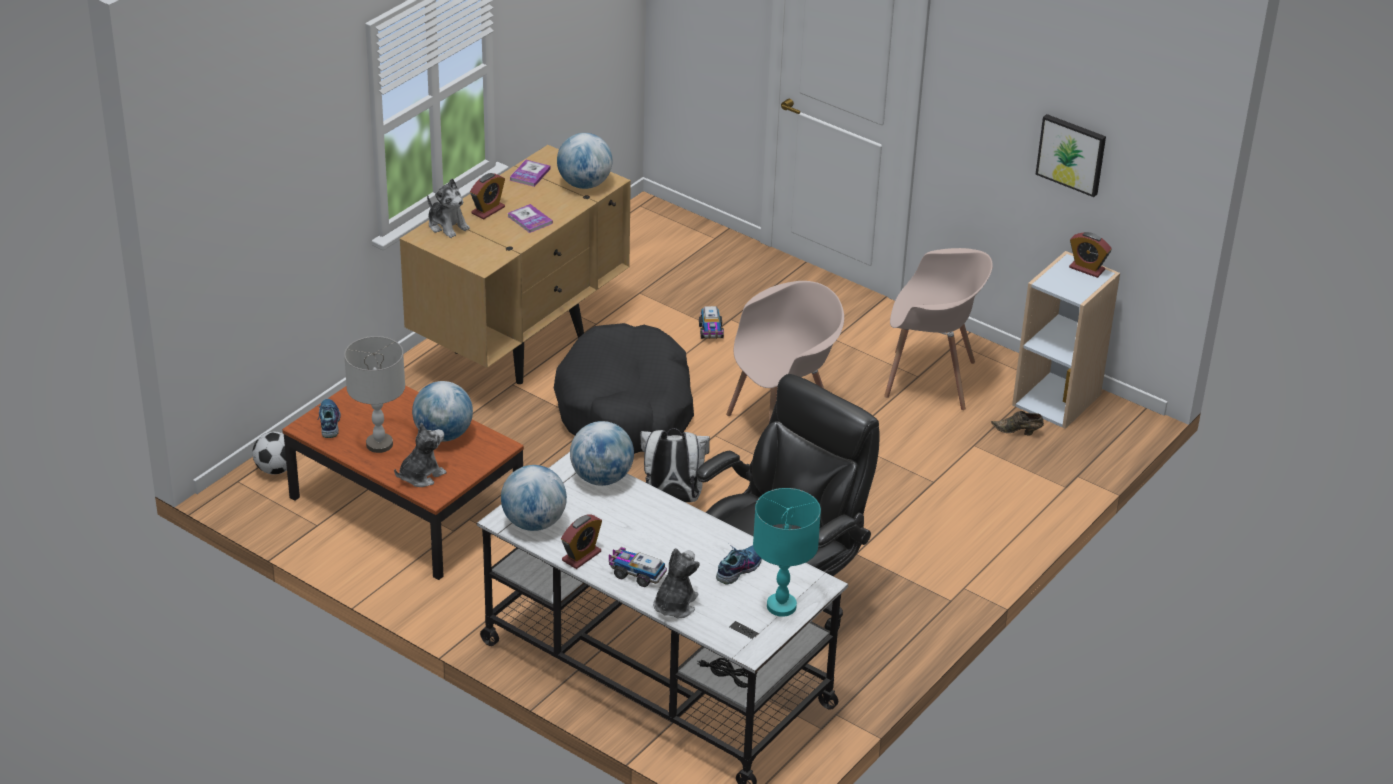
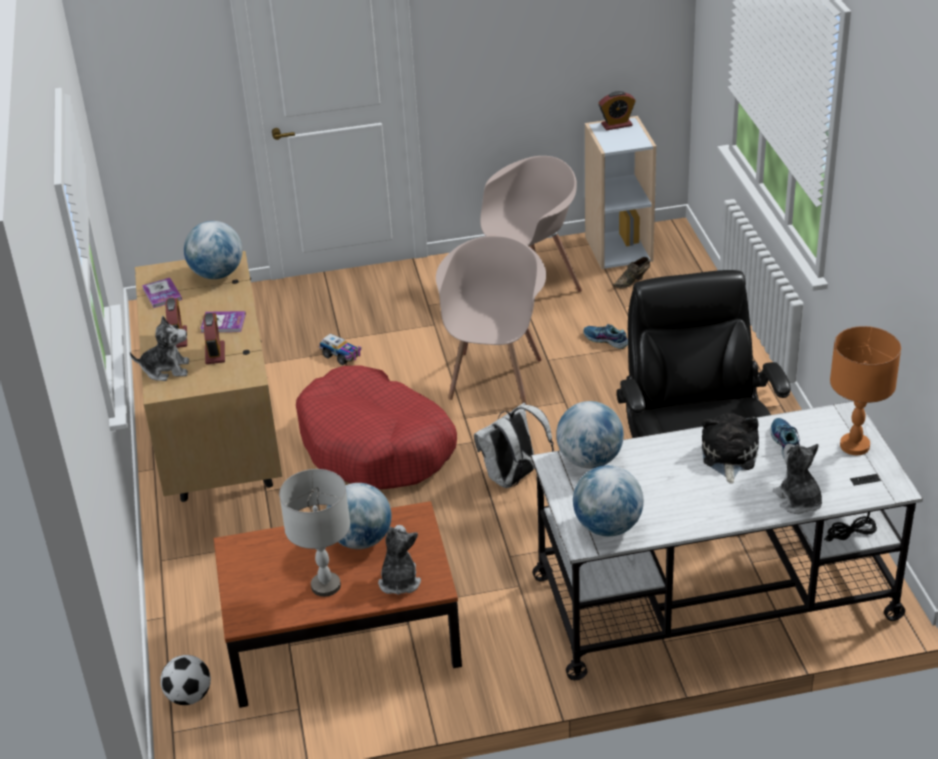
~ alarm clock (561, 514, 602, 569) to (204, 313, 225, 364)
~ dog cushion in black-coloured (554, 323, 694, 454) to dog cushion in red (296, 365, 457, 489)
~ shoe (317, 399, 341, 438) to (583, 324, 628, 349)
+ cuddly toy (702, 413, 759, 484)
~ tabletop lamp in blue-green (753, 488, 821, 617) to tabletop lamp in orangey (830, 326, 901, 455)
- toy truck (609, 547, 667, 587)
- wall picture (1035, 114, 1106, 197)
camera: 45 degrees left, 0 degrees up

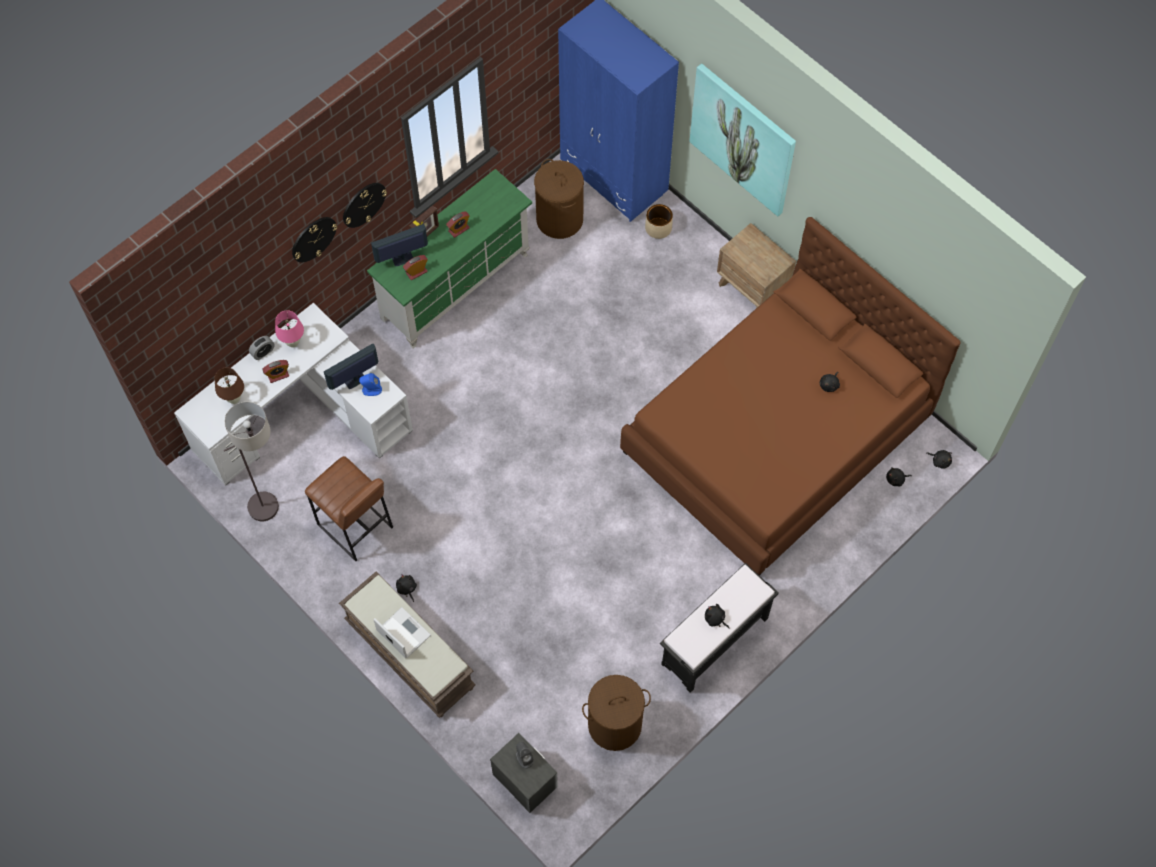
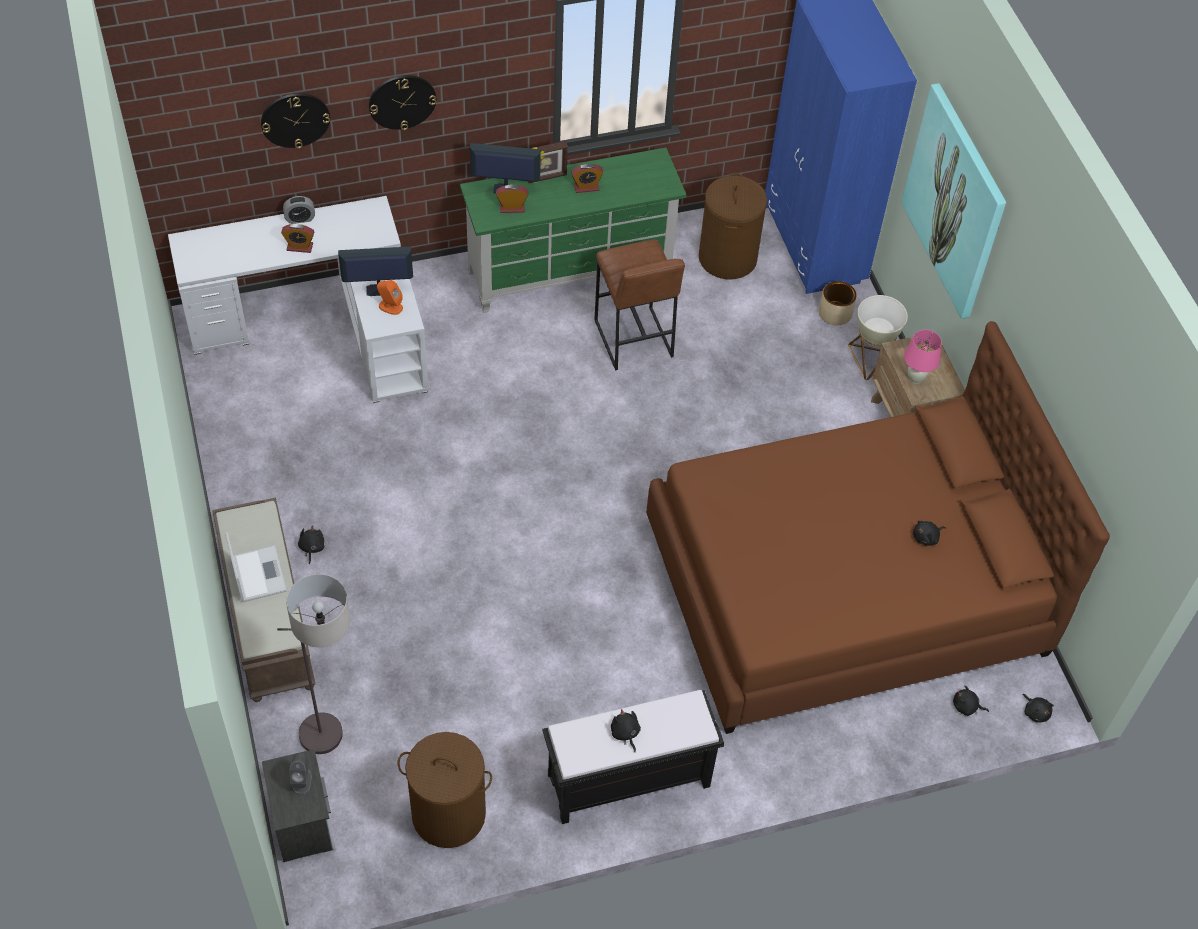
~ wall clock (343, 183, 387, 228) to (261, 93, 330, 149)
~ standing lamp in grey (224, 402, 279, 521) to (277, 574, 350, 754)
~ loudspeaker in blue-coloured (359, 373, 382, 396) to loudspeaker in orangey (377, 280, 403, 315)
~ stool in brown (305, 456, 393, 561) to (594, 240, 685, 371)
+ flower pot (848, 295, 908, 380)
~ tabletop lamp in pink-coloured (275, 310, 304, 348) to (904, 330, 942, 384)
- tabletop lamp in brown (214, 367, 244, 404)
camera: 25 degrees right, 10 degrees down

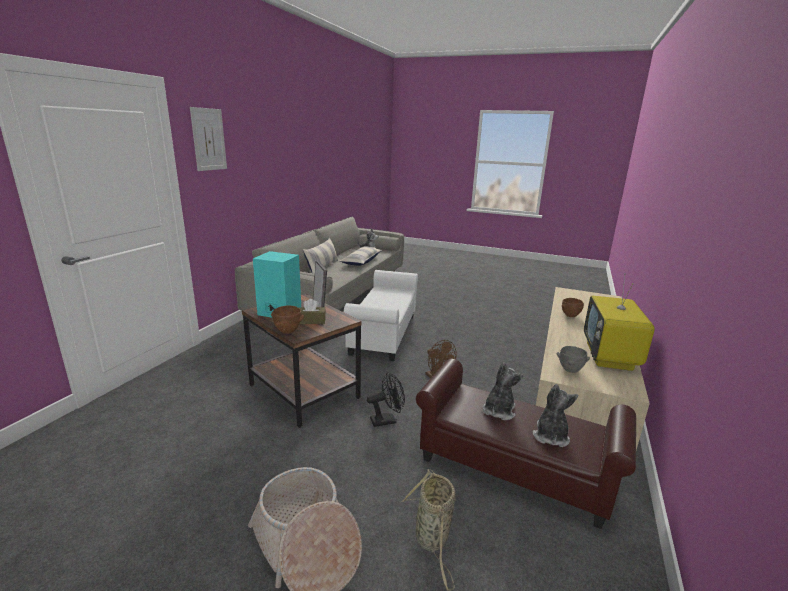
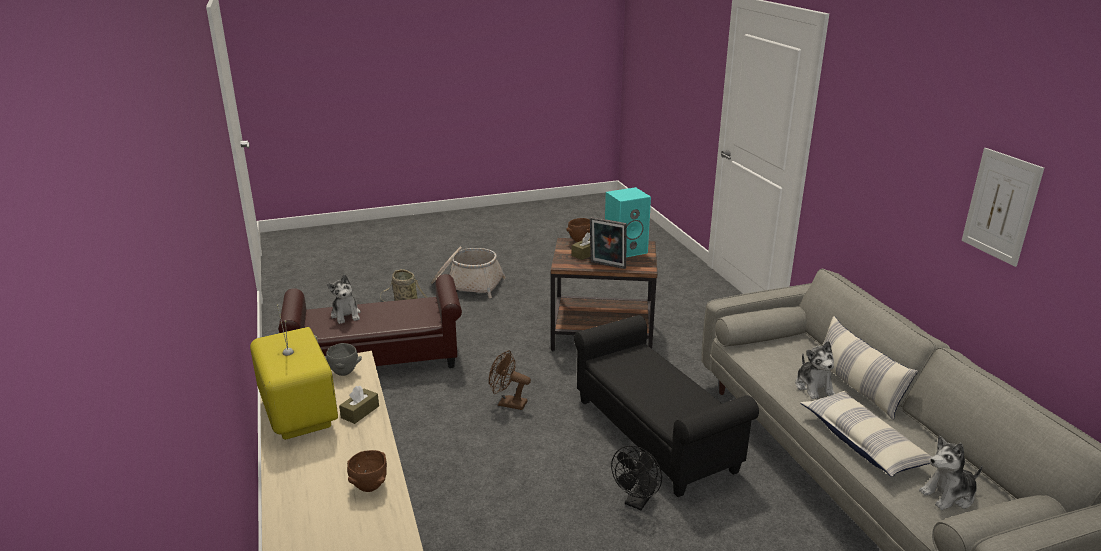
+ box of tissues in brown (339, 386, 379, 424)
~ ottoman in white-coloured (344, 270, 418, 361) to ottoman in black-coloured (574, 315, 759, 497)
~ fan in black-coloured (367, 372, 405, 427) to (611, 446, 662, 510)
~ cuddly toy (483, 362, 523, 420) to (795, 341, 835, 399)
~ wall picture (190, 107, 227, 171) to (962, 148, 1044, 267)
camera: 140 degrees right, 5 degrees up

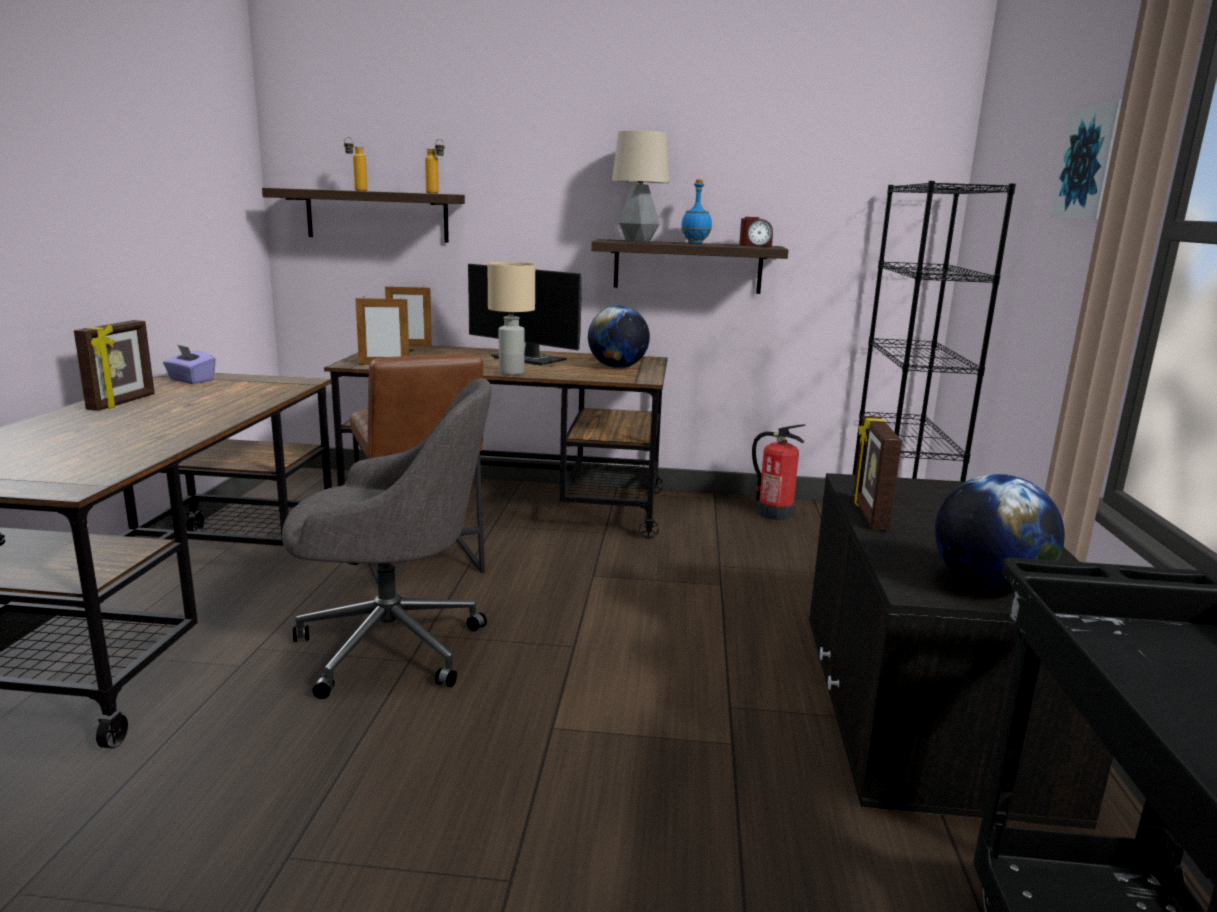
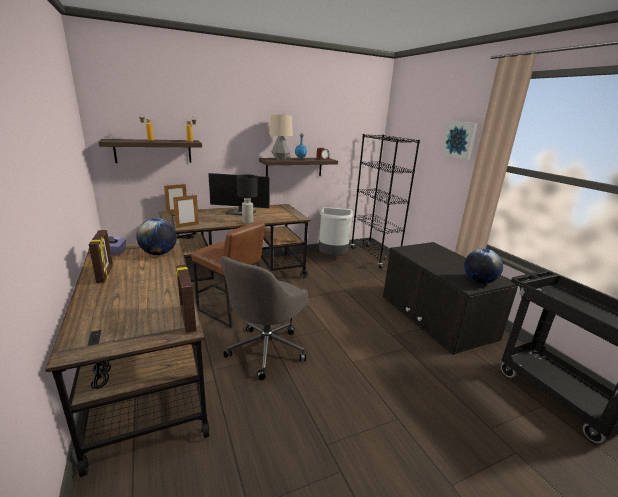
~ desk globe (588, 306, 650, 368) to (136, 218, 177, 255)
~ standing frame (853, 416, 902, 530) to (175, 264, 197, 333)
~ computer chair in grey (282, 378, 491, 699) = (221, 256, 308, 380) 150 degrees clockwise
~ tabletop lamp in sand-coloured (488, 262, 535, 375) to tabletop lamp in black-coloured (237, 174, 258, 224)
~ fire-fighting cylinder (752, 424, 806, 520) to waste bin in grey (319, 207, 353, 255)
camera: 30 degrees left, 5 degrees up

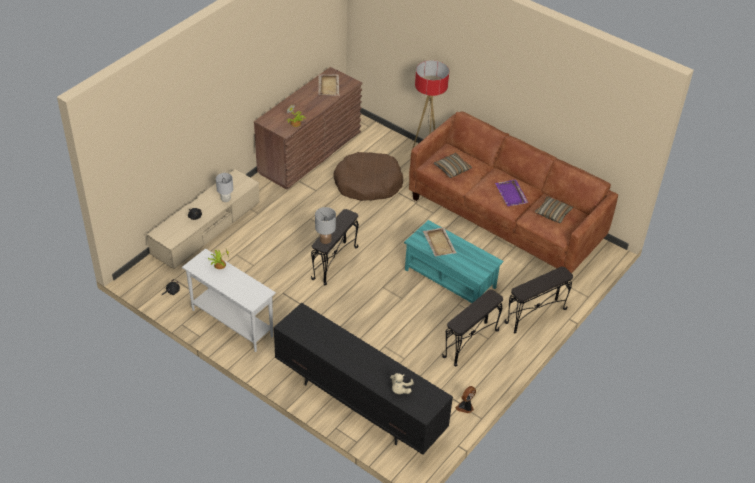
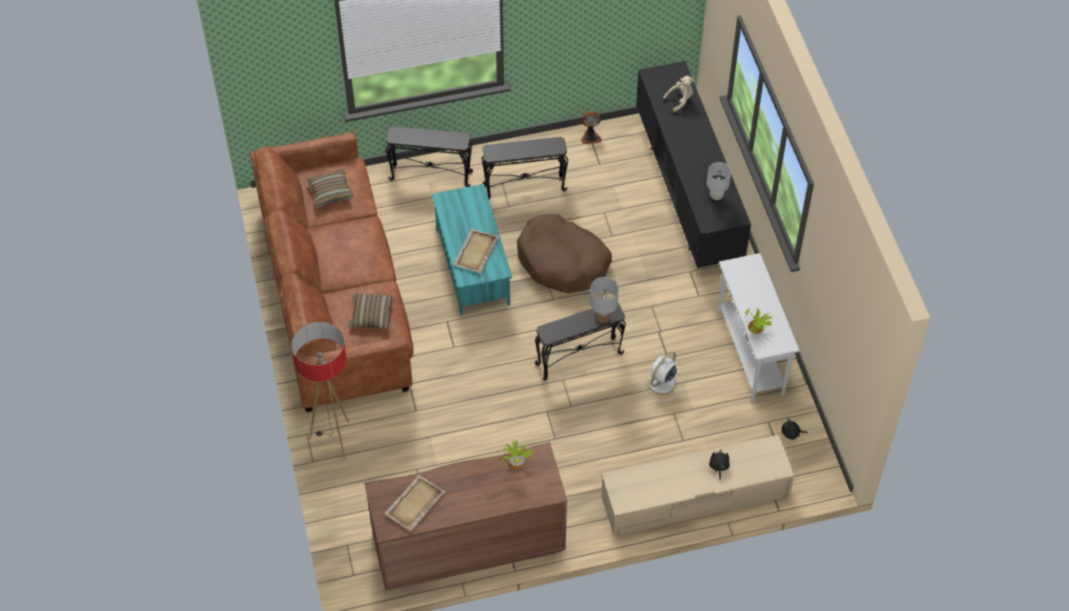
~ dog cushion in brown (333, 152, 403, 201) to (517, 214, 612, 294)
+ fan in white-coloured (642, 351, 680, 401)
~ tabletop lamp in grey (216, 173, 233, 202) to (707, 162, 731, 200)
- carrying tray in purplish (495, 179, 528, 206)
camera: 140 degrees left, 10 degrees up

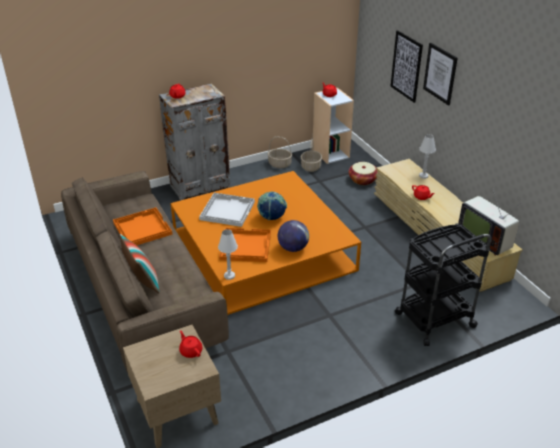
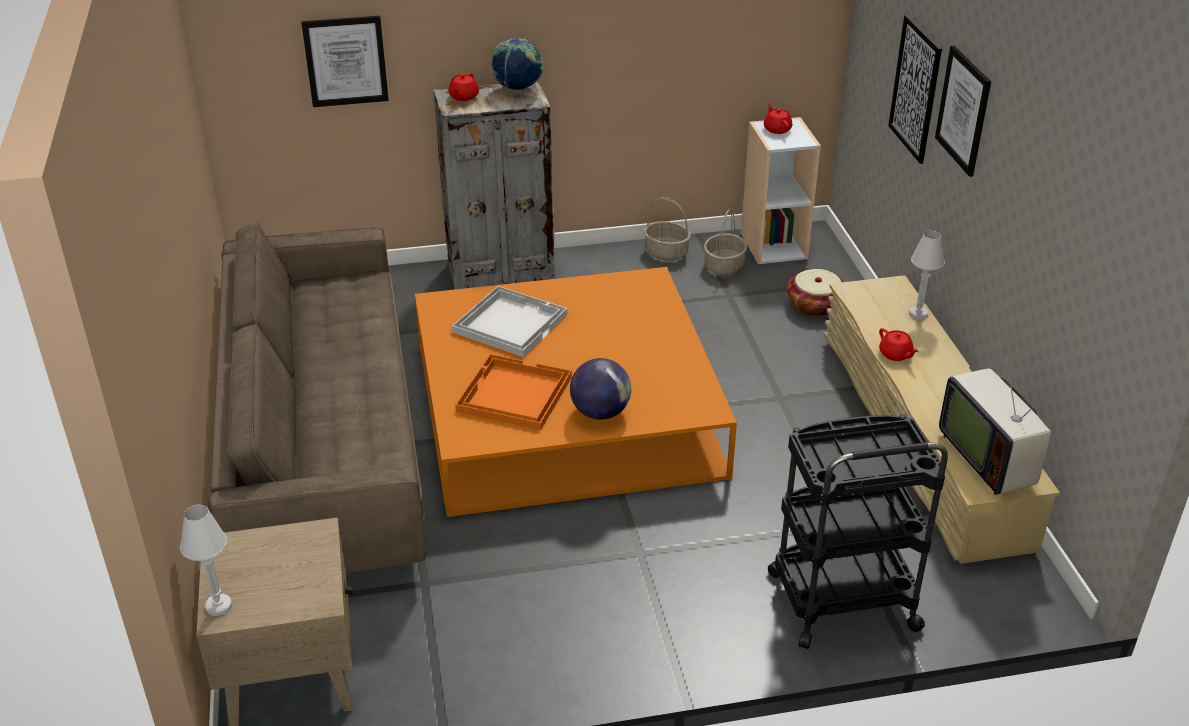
~ tabletop lamp in white-coloured (218, 229, 238, 280) to (180, 505, 232, 616)
+ wall picture (301, 16, 389, 107)
~ desk globe (257, 191, 287, 220) to (491, 38, 543, 91)
- carrying tray in orangey (113, 207, 173, 246)
- cushion (120, 234, 160, 293)
- pot for tea in red (179, 330, 203, 358)
camera: 15 degrees right, 0 degrees up

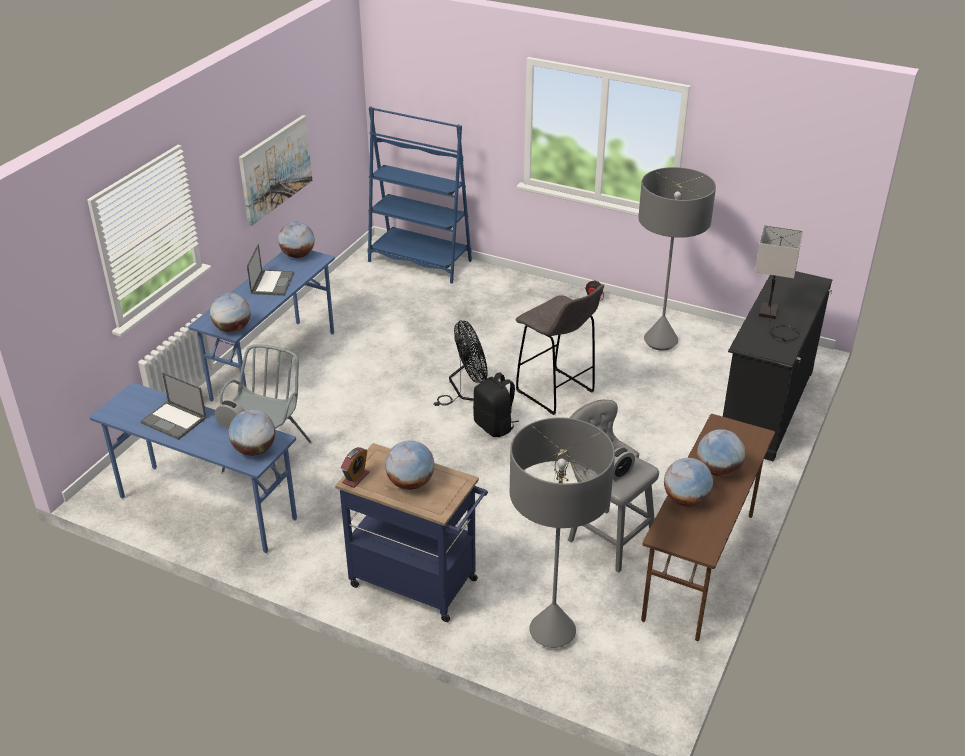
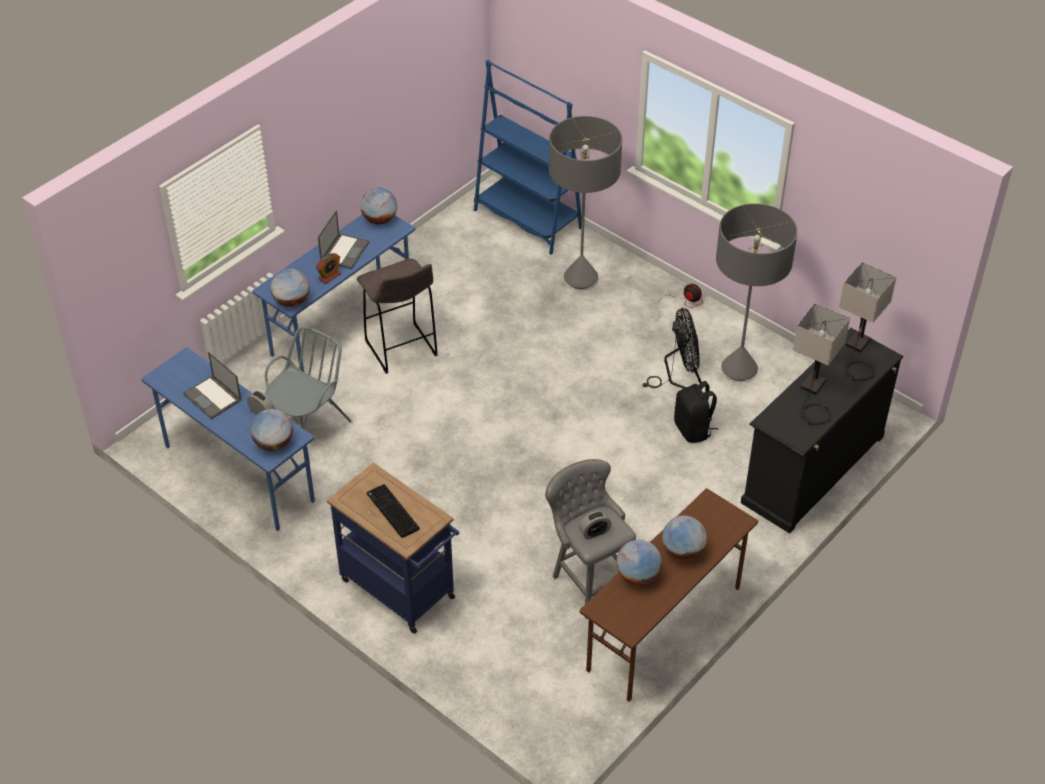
~ alarm clock (341, 447, 369, 488) to (316, 253, 341, 284)
~ stool in grey (515, 284, 604, 415) to (357, 259, 438, 374)
~ desk globe (385, 440, 434, 490) to PC keyboard (367, 484, 420, 538)
~ standing lamp in grey (510, 417, 615, 648) to (549, 116, 622, 289)
~ fan in black-coloured (434, 320, 488, 406) to (642, 308, 701, 389)
~ backpack in black-coloured (473, 372, 519, 437) to (674, 381, 718, 443)
+ tabletop lamp (839, 262, 896, 381)
- wall picture (239, 115, 312, 226)
camera: 15 degrees right, 10 degrees up

